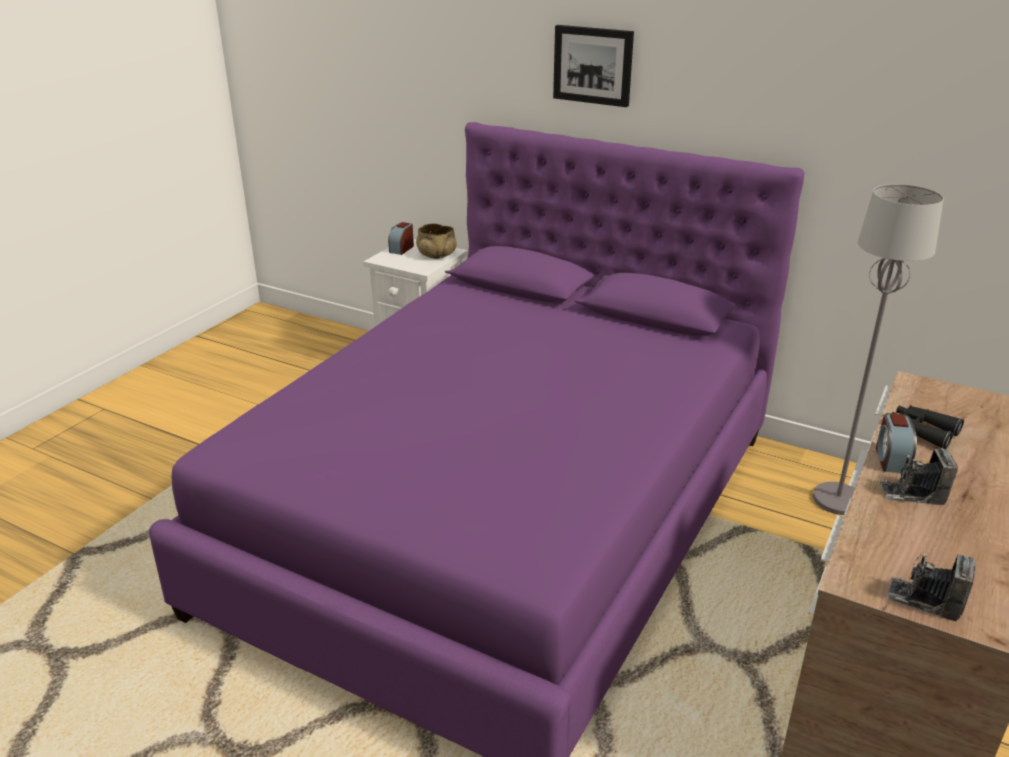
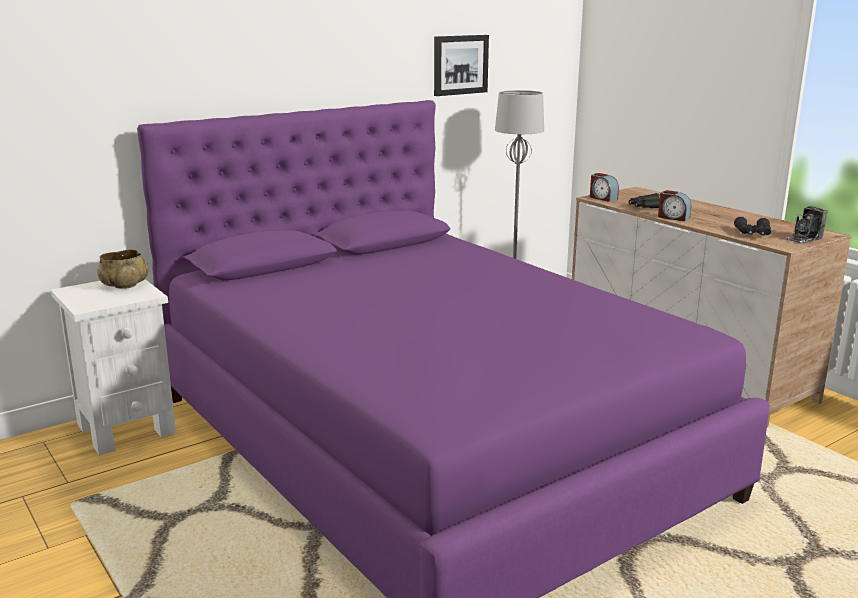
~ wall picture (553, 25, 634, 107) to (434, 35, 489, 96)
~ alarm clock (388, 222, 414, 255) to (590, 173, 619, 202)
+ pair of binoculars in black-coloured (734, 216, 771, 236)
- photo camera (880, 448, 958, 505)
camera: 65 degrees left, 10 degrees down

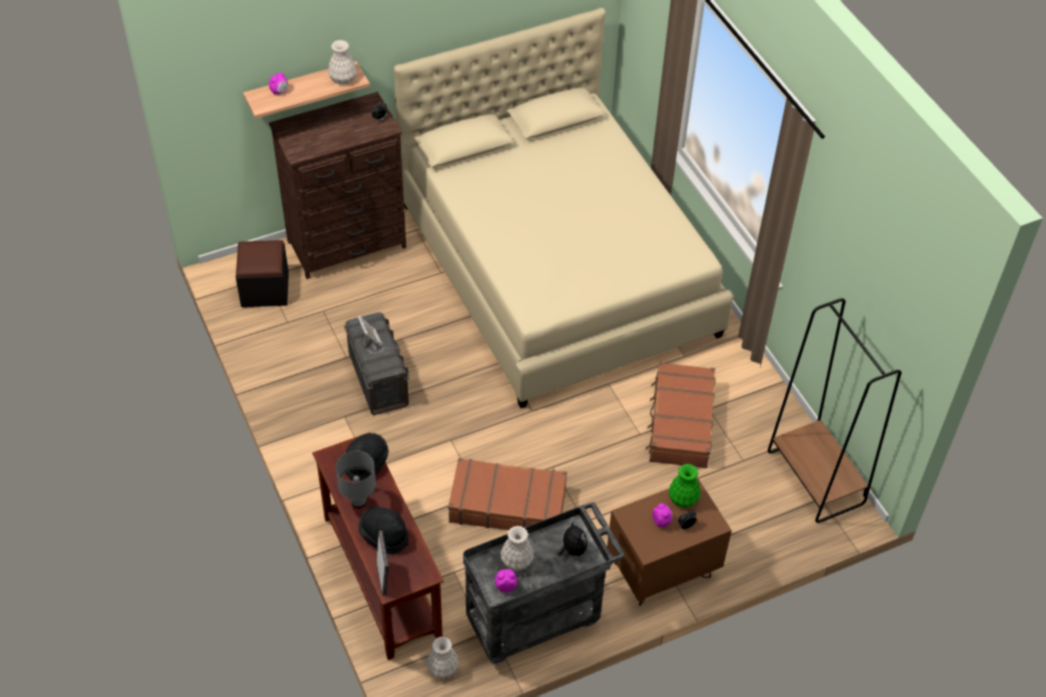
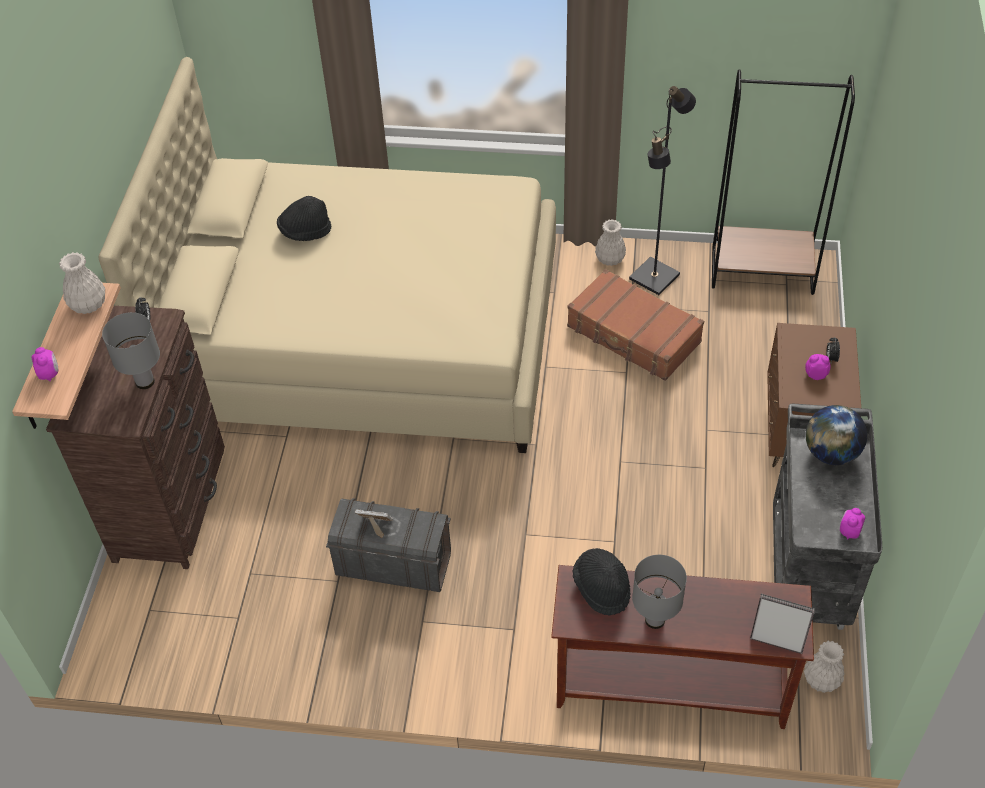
+ tabletop lamp in grey (102, 312, 160, 389)
~ clothing hat in black-coloured (359, 507, 409, 554) to (277, 196, 331, 241)
~ vase in white-coloured (500, 526, 534, 571) to (595, 219, 626, 266)
+ standing lamp in black-coloured (629, 86, 696, 295)
~ cuddly toy (559, 521, 588, 556) to desk globe (806, 405, 867, 465)
- ottoman in black-coloured (236, 240, 289, 307)
- travel case in brown (448, 458, 567, 530)
- vase in greenish (669, 464, 701, 508)
camera: 55 degrees left, 0 degrees up

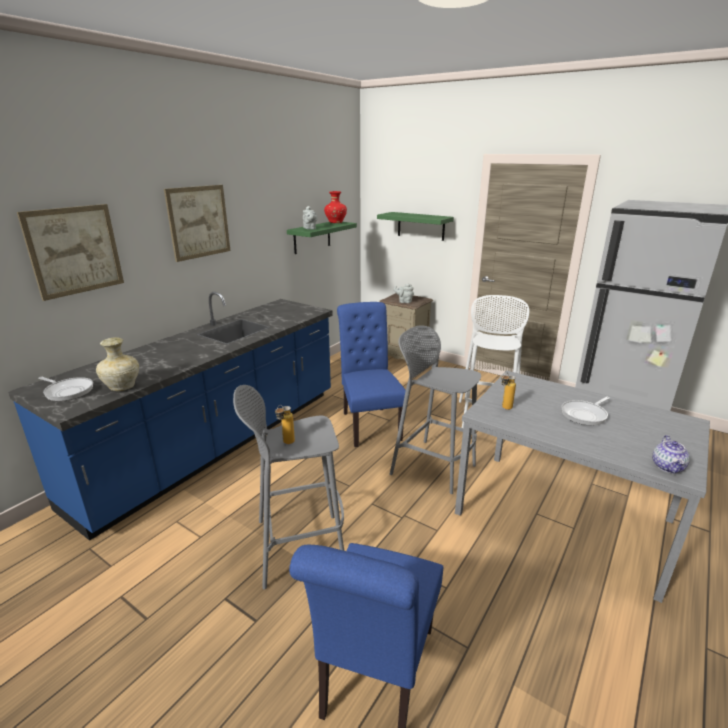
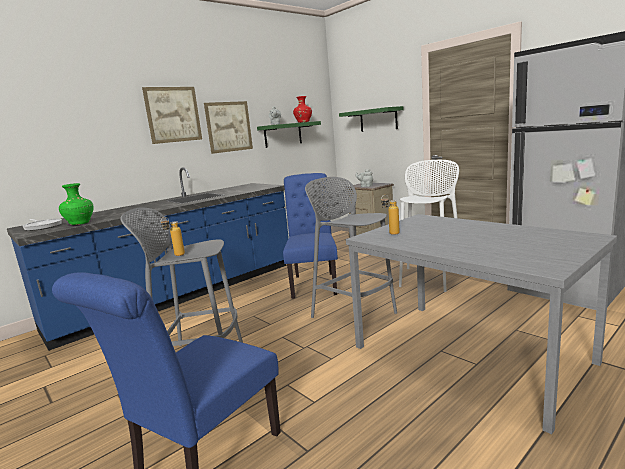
~ vase in sand-coloured (96, 337, 139, 391) to vase in greenish (59, 183, 93, 225)
~ wall picture (17, 204, 124, 301) to (204, 101, 253, 154)
- pan (561, 397, 610, 426)
- pot for tea (652, 435, 690, 473)
camera: 15 degrees right, 10 degrees down

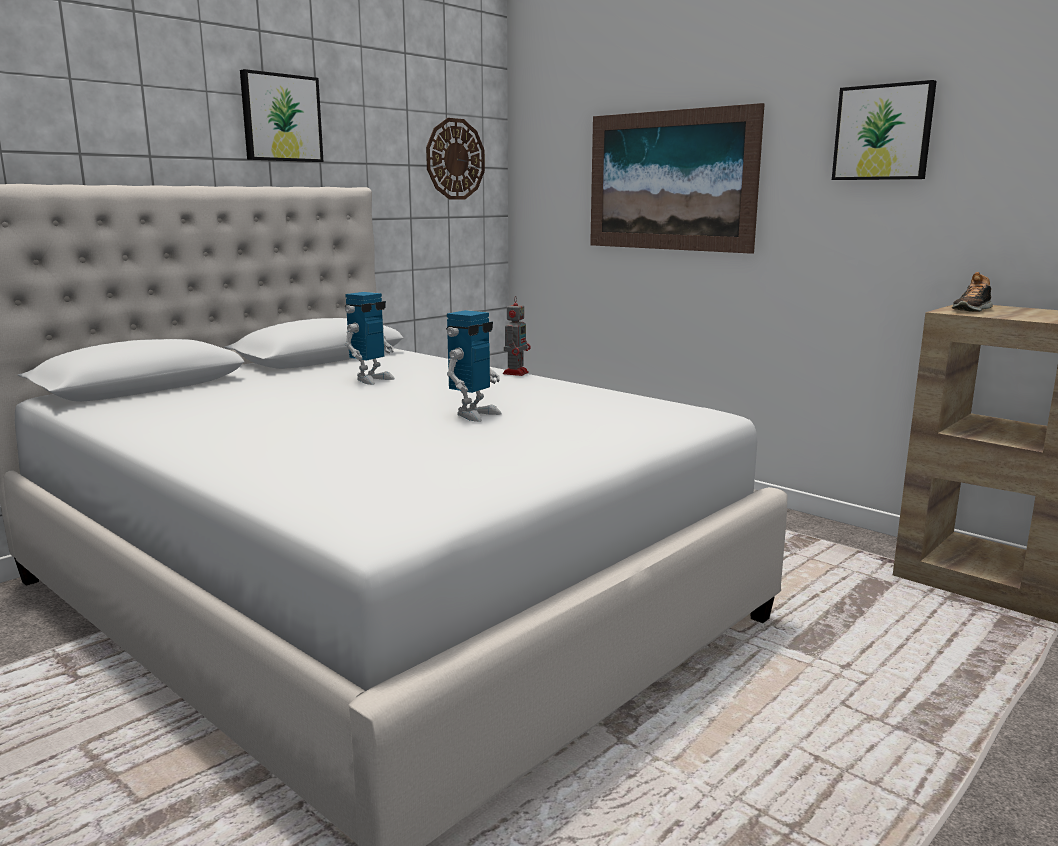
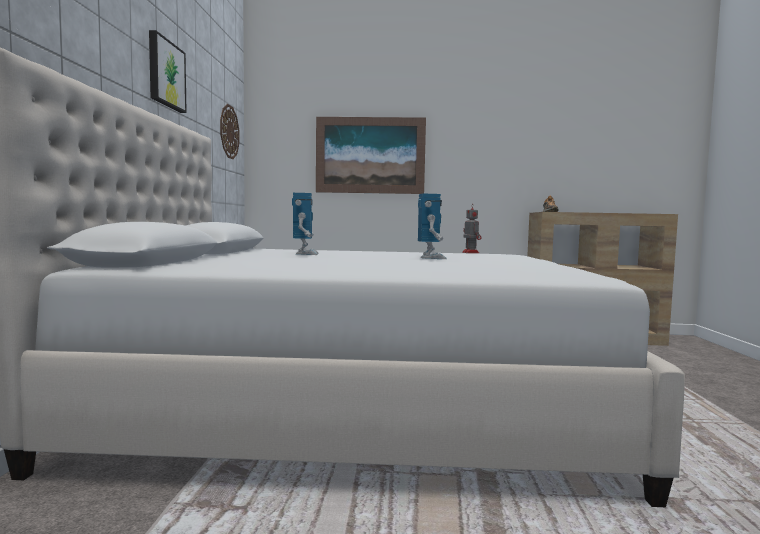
~ toy robot (503, 296, 530, 376) to (462, 207, 481, 253)
- wall picture (832, 80, 937, 180)
camera: 40 degrees left, 10 degrees down

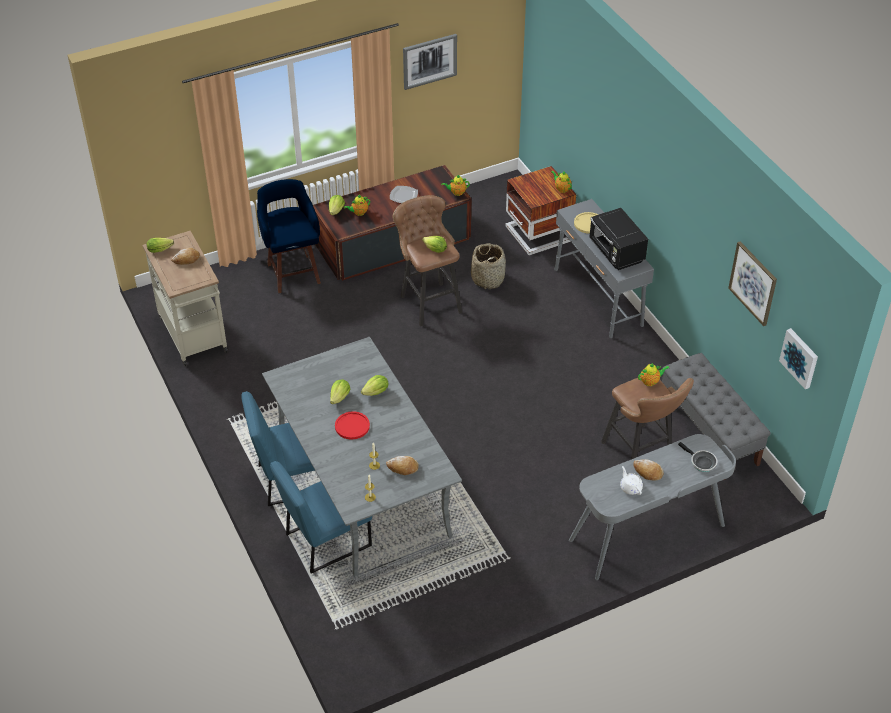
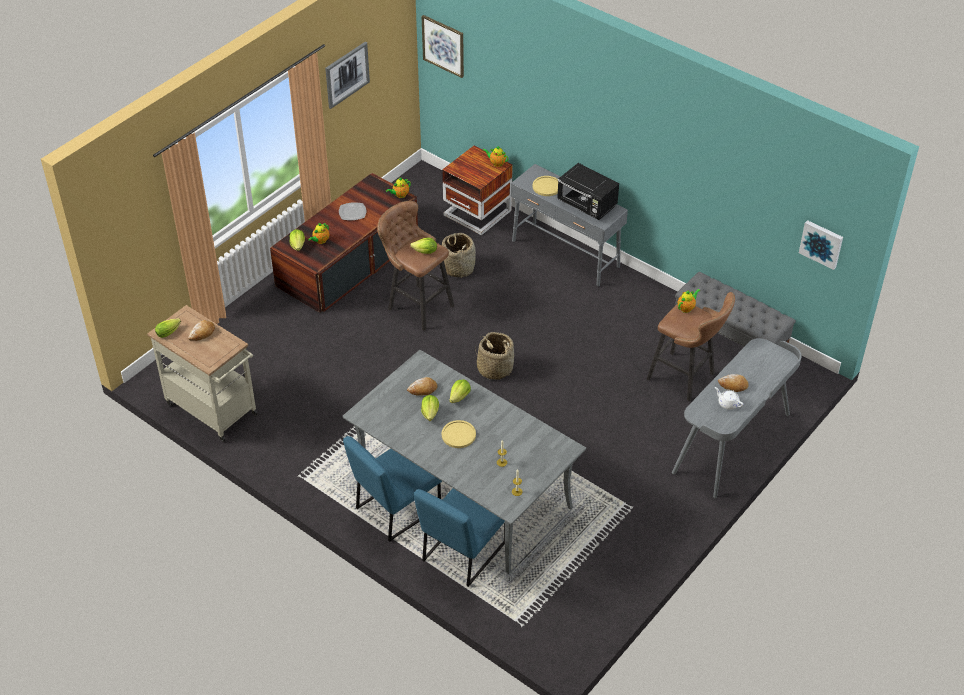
~ bakery bread (386, 456, 419, 475) to (407, 377, 437, 396)
~ wall picture (728, 242, 777, 326) to (422, 15, 464, 78)
~ plate in red (335, 411, 370, 440) to plate in yellow (442, 420, 476, 448)
+ storage basket (475, 332, 514, 380)
- stool in blue-coloured (257, 179, 321, 293)
- pan (678, 442, 717, 472)
camera: 25 degrees left, 0 degrees up

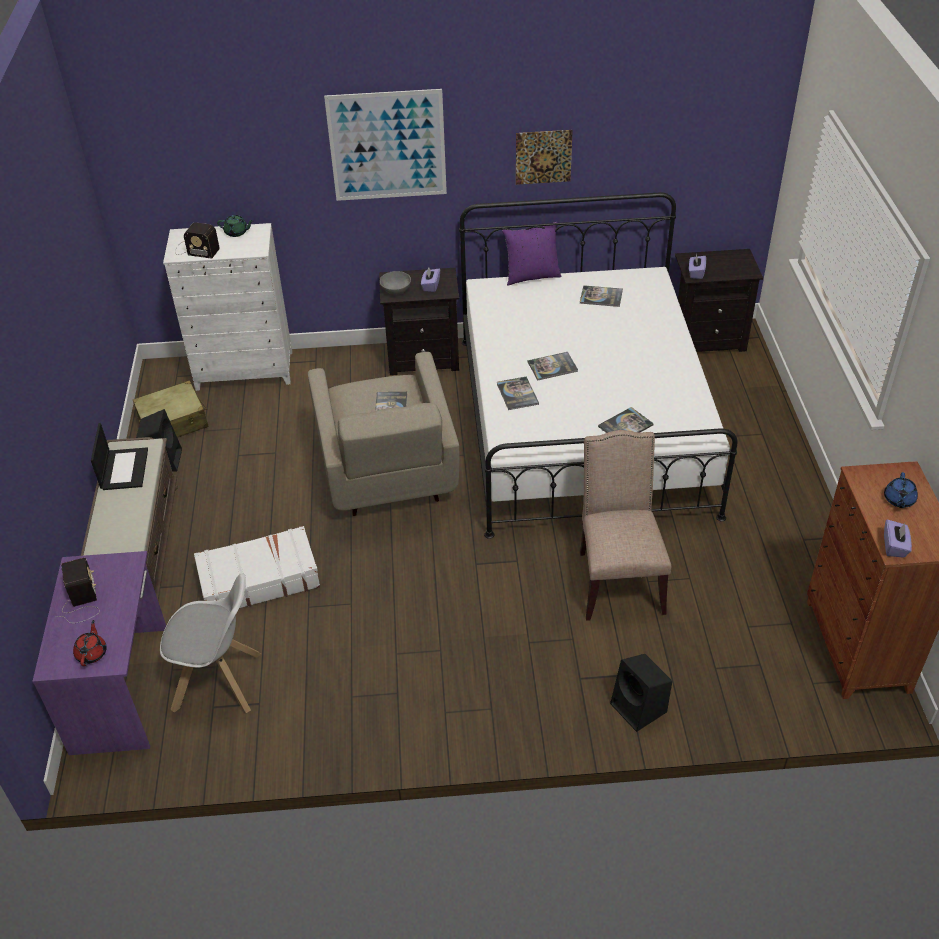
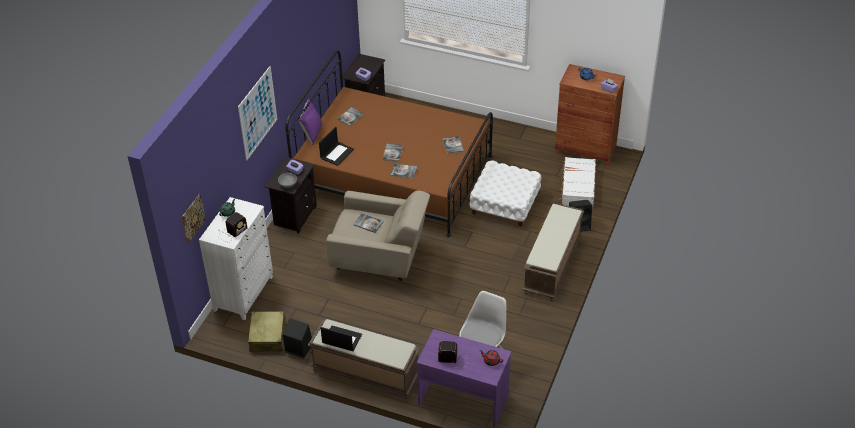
~ wall picture (516, 130, 573, 185) to (182, 193, 206, 244)
~ bedroom bed in white-coloured (459, 192, 738, 539) to bedroom bed in brown (285, 50, 493, 238)
+ laptop (319, 127, 354, 166)
~ upright chair in sand-coloured (580, 430, 671, 621) to ottoman in white-coloured (469, 160, 542, 227)
+ bench in brown (522, 203, 584, 302)
~ travel case in white-coloured (194, 526, 320, 608) to (560, 157, 596, 208)
camera: 65 degrees left, 0 degrees up

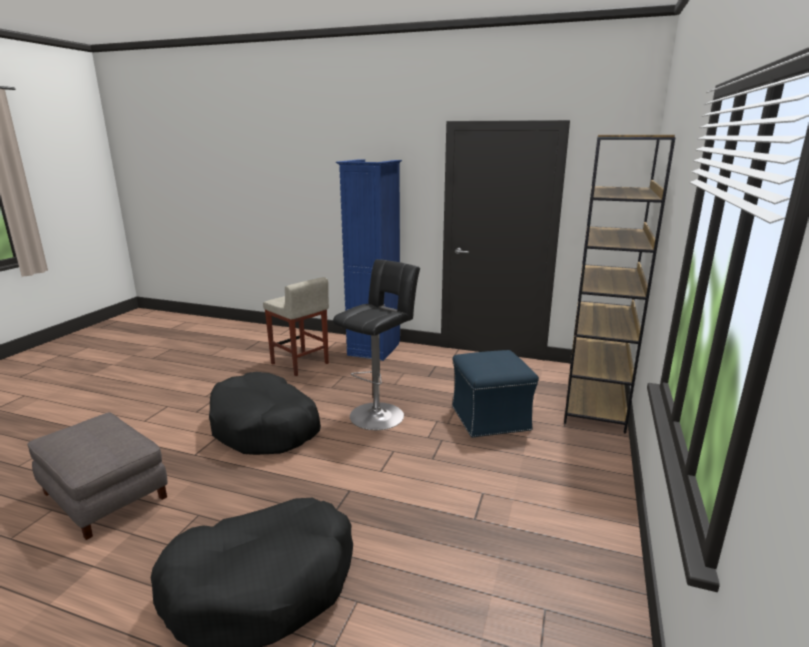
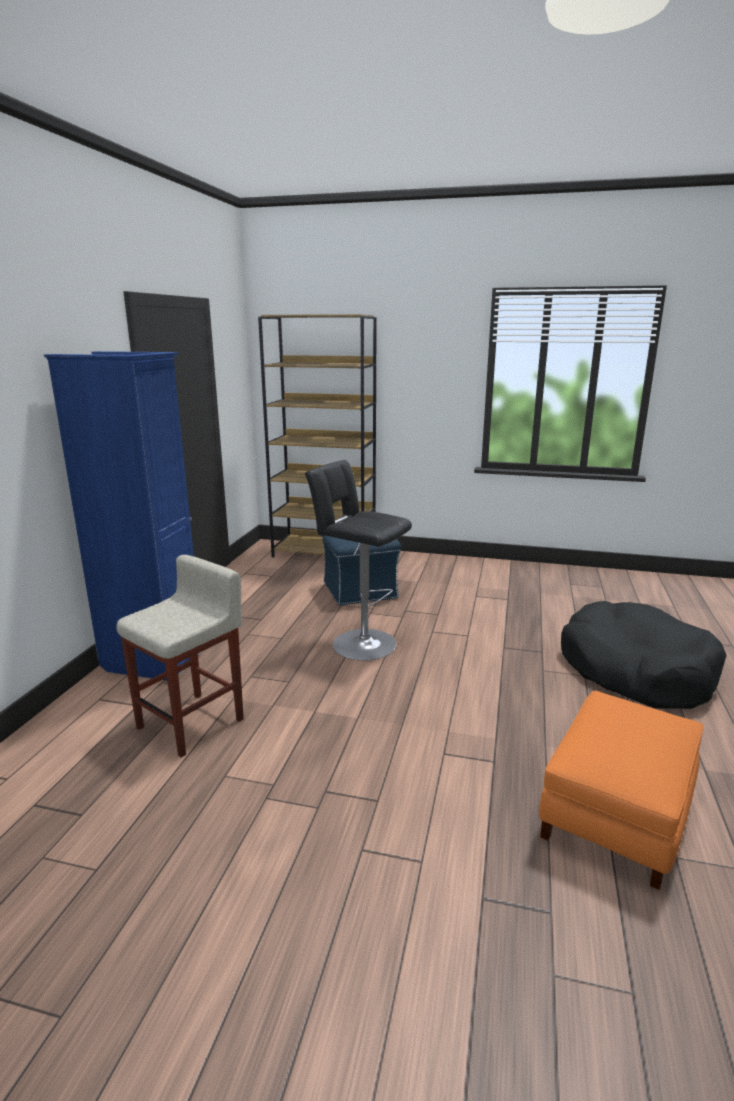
~ ottoman in grey (27, 412, 168, 540) to ottoman in orangey (539, 691, 703, 890)
- dog cushion in black-coloured (209, 372, 321, 455)
camera: 95 degrees left, 0 degrees up

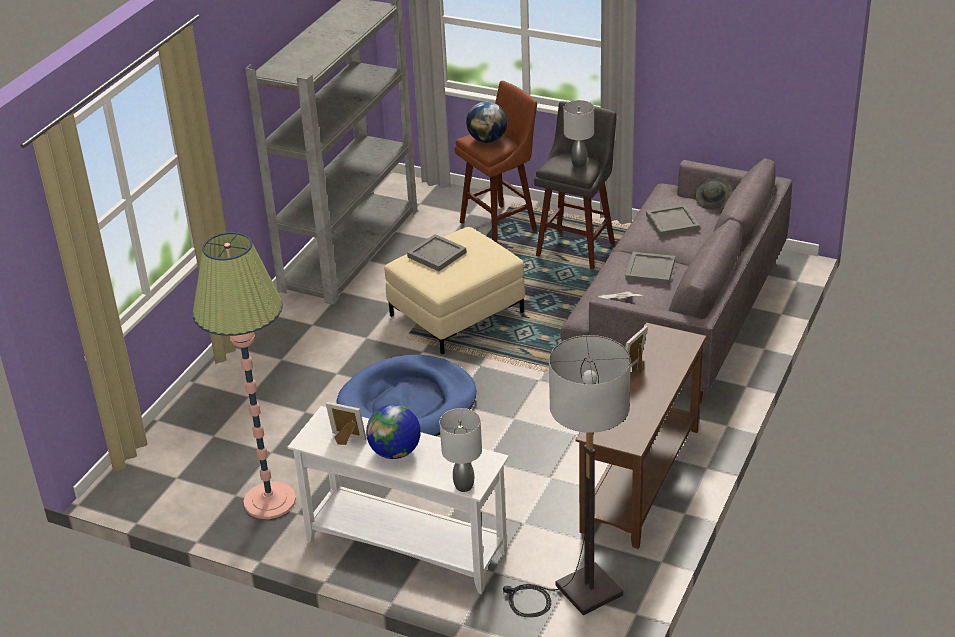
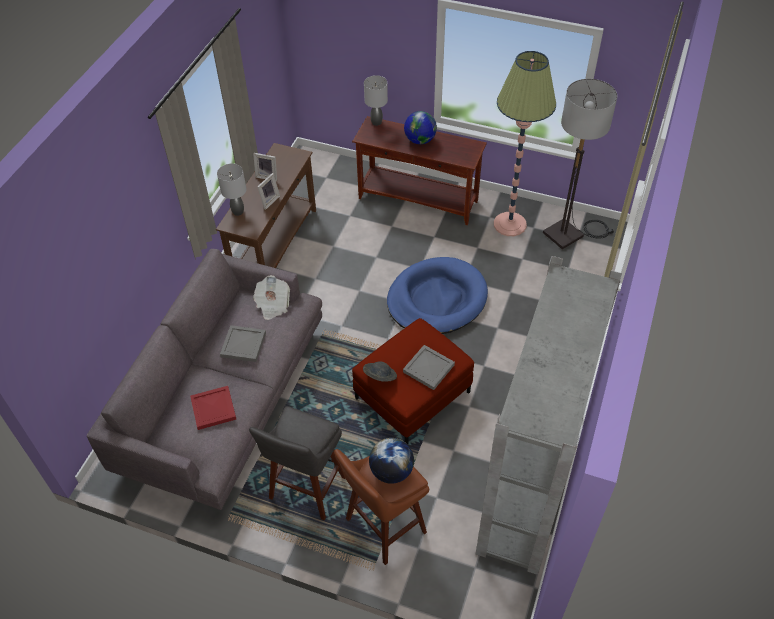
~ carrying tray in grey (646, 204, 699, 237) to carrying tray in red (190, 386, 236, 430)
~ tabletop lamp in grey (564, 100, 594, 168) to (217, 164, 246, 216)
~ standing frame (326, 402, 366, 445) to (253, 153, 277, 181)
~ hall table in white-coloured (288, 406, 509, 594) to hall table in brown (352, 116, 487, 225)
~ ottoman in sand-coloured (384, 227, 525, 355) to ottoman in red (352, 318, 474, 444)
~ clothing hat in grey (695, 177, 732, 210) to (363, 361, 397, 382)
~ standing lamp (503, 335, 631, 617) to (543, 79, 617, 250)
camera: 175 degrees right, 15 degrees up

